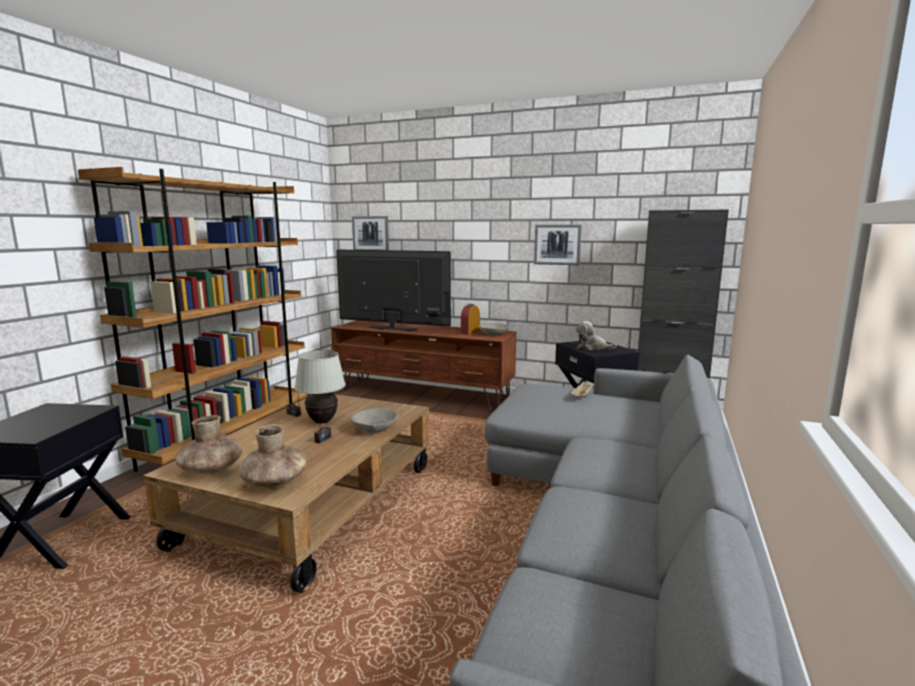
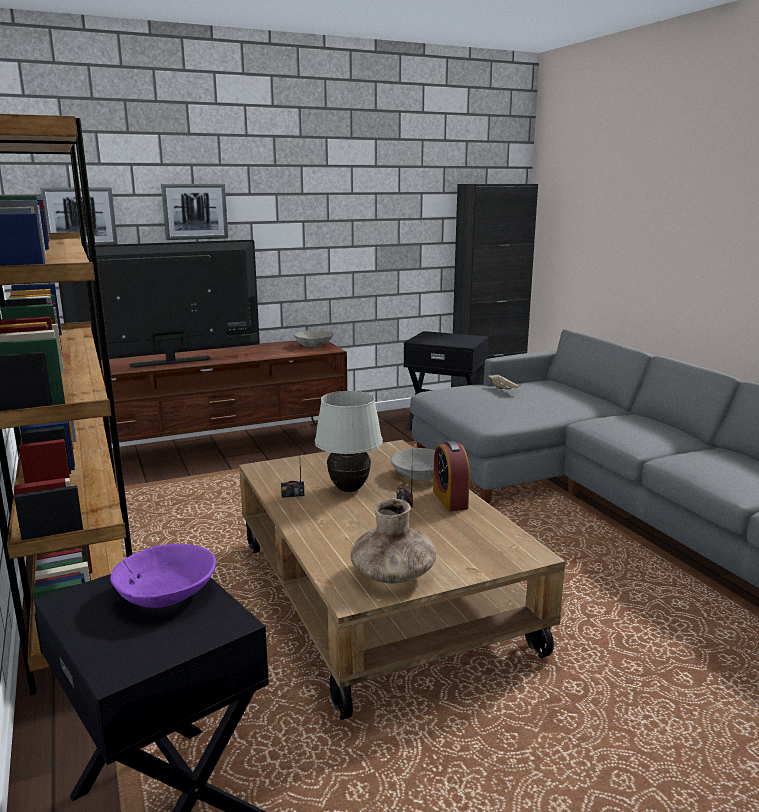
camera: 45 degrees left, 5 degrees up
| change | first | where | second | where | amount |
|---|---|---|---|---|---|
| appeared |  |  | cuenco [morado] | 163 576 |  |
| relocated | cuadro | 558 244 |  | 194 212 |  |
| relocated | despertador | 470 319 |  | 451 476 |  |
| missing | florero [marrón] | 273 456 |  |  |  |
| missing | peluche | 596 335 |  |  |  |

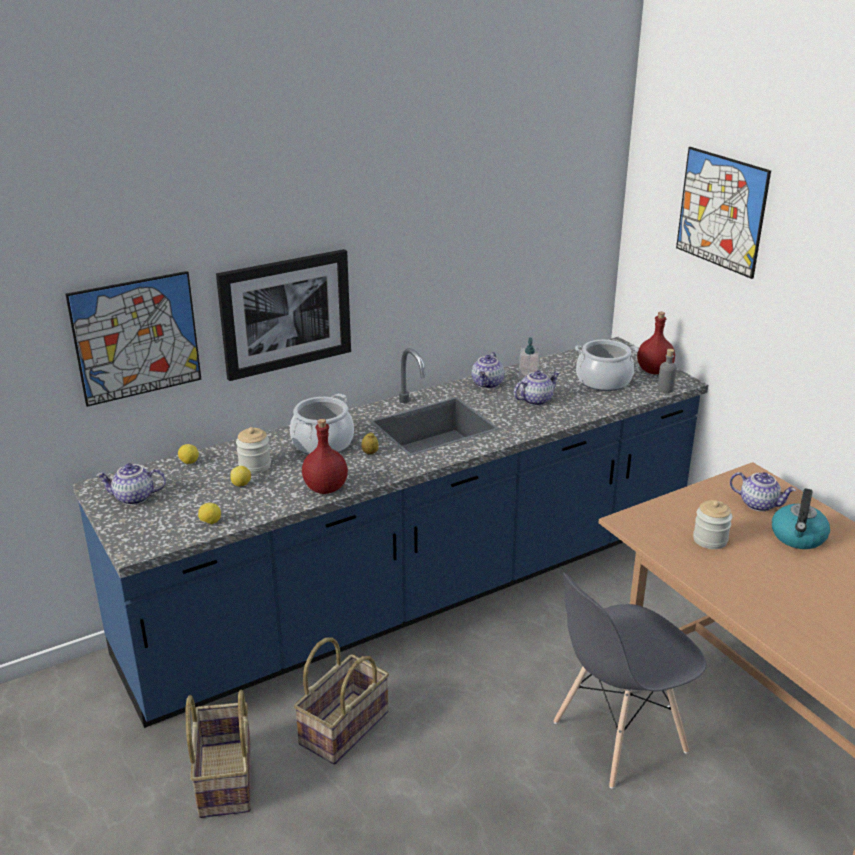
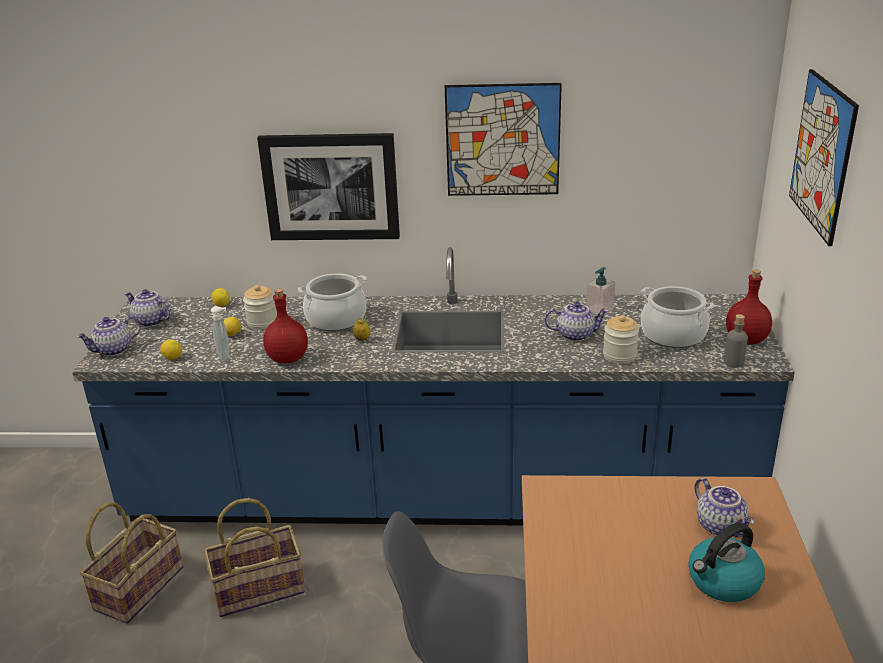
camera: 35 degrees right, 0 degrees up
| change | first | where | second | where | amount |
|---|---|---|---|---|---|
| relocated | tetera | 488 370 |  | 108 336 |  |
| appeared |  |  | dispensador de jabón | 220 333 |  |
| relocated | cuadro | 133 339 |  | 503 139 |  |
| relocated | tarro | 712 524 |  | 621 339 |  |

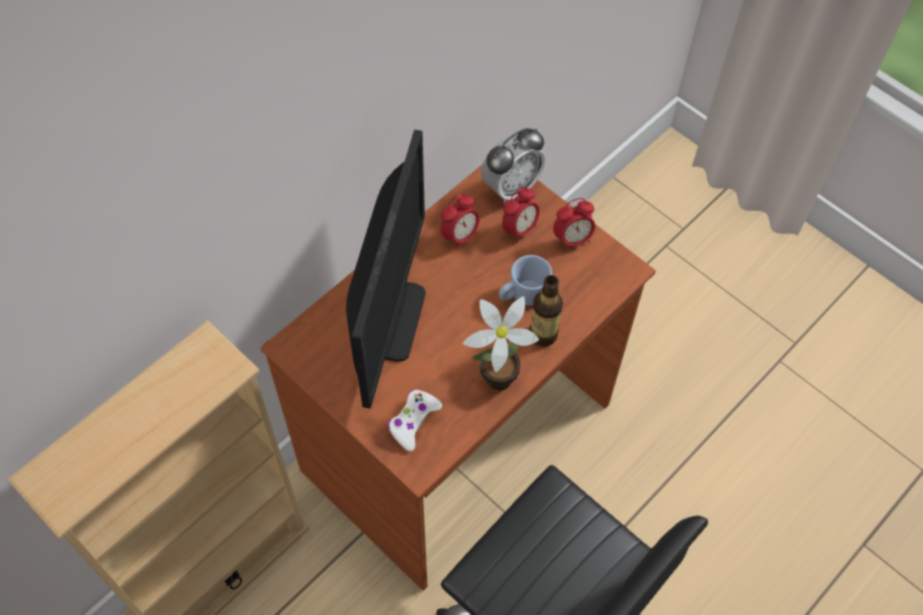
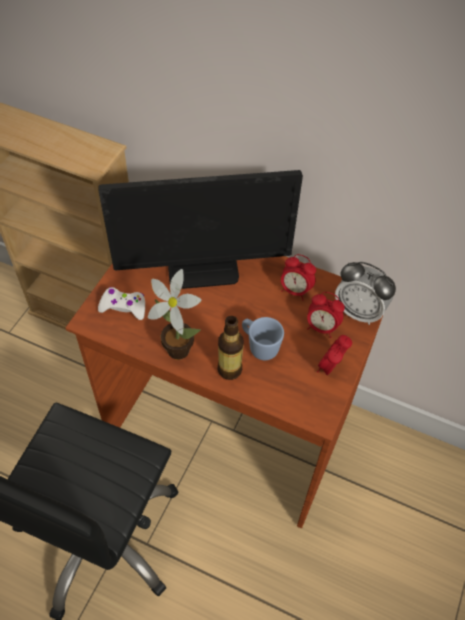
camera: 70 degrees right, 5 degrees down
| change | first | where | second | where | amount |
|---|---|---|---|---|---|
| spun | despertador | 574 224 |  | 334 355 | 75 degrees clockwise |

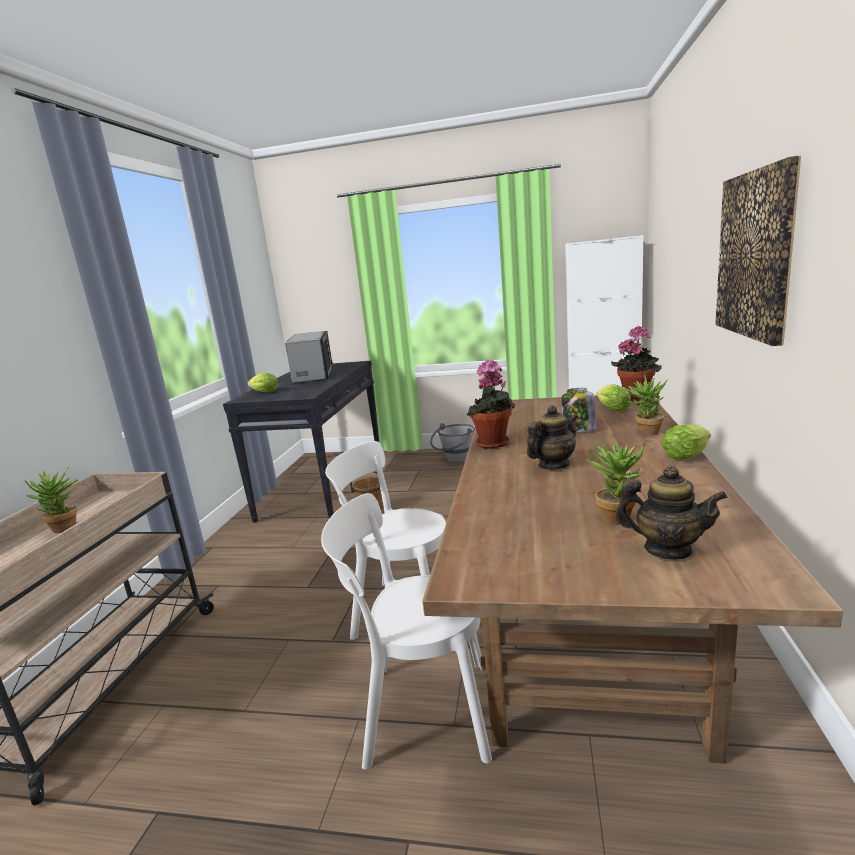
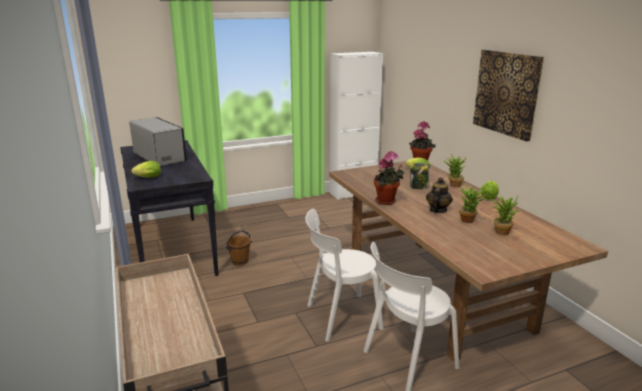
camera: 35 degrees left, 5 degrees up
| change | first | where | second | where | amount |
|---|---|---|---|---|---|
| relocated | planta en maceta | 51 500 |  | 474 203 |  |
| missing | cubo [gris] | 452 443 |  |  |  |
| missing | tetera | 671 512 |  |  |  |

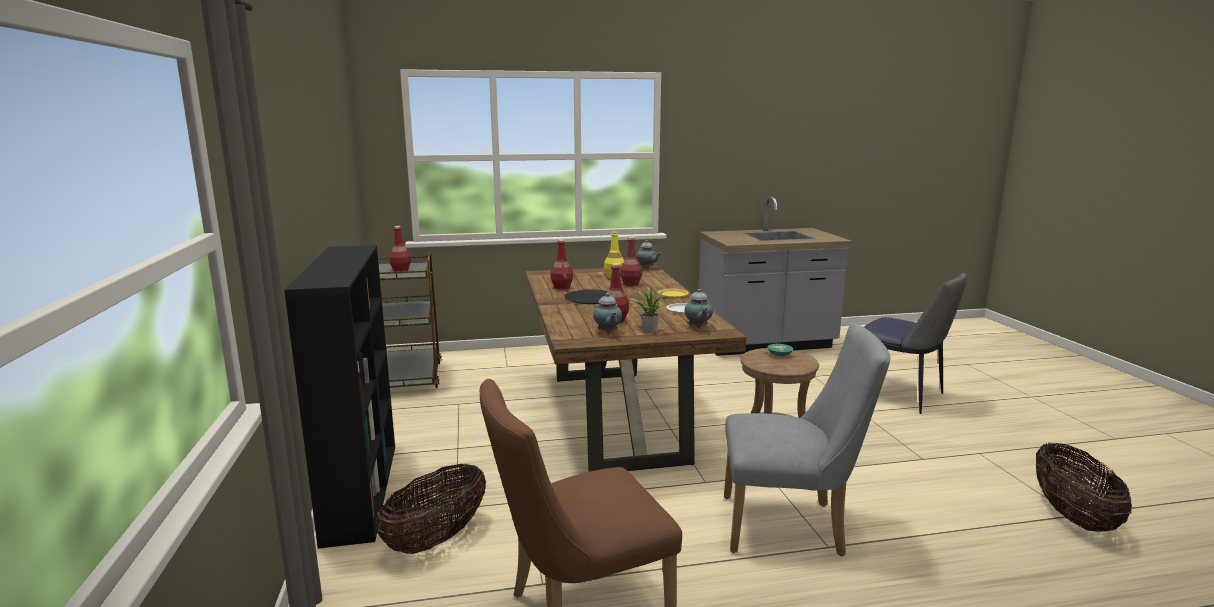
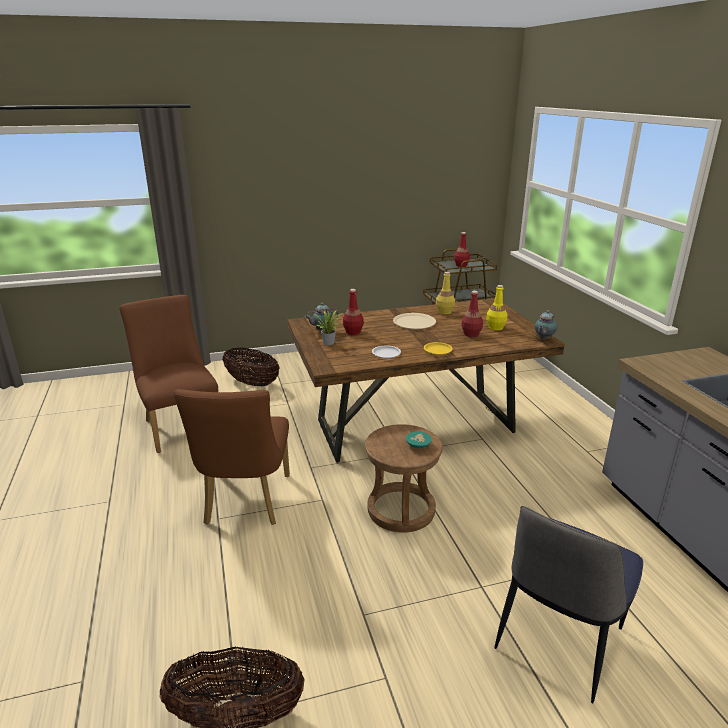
camera: 85 degrees right, 10 degrees up
| change | first | where | second | where | amount |
|---|---|---|---|---|---|
| colour | silla [gris] | 807 440 | silla [marrón] | 232 457 |  |
| colour | plato [negro] | 586 296 | plato [beis] | 414 321 |  |
| colour | botella [rojo] | 561 264 | botella [amarillo] | 445 293 |  |
| missing | estantería [negro] | 339 396 |  |  |  |
| missing | tetera | 699 308 |  |  |  |

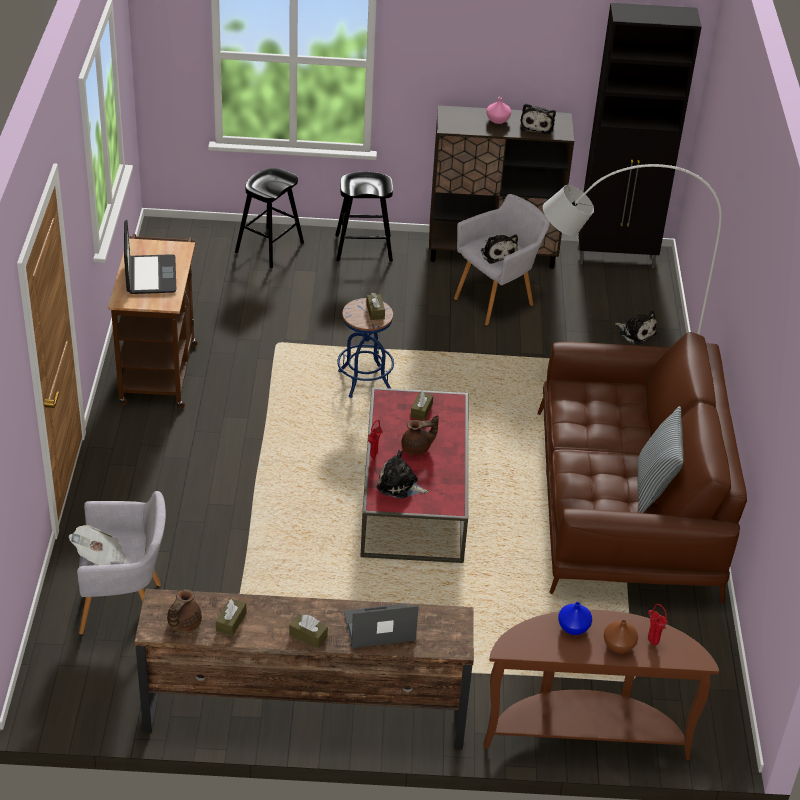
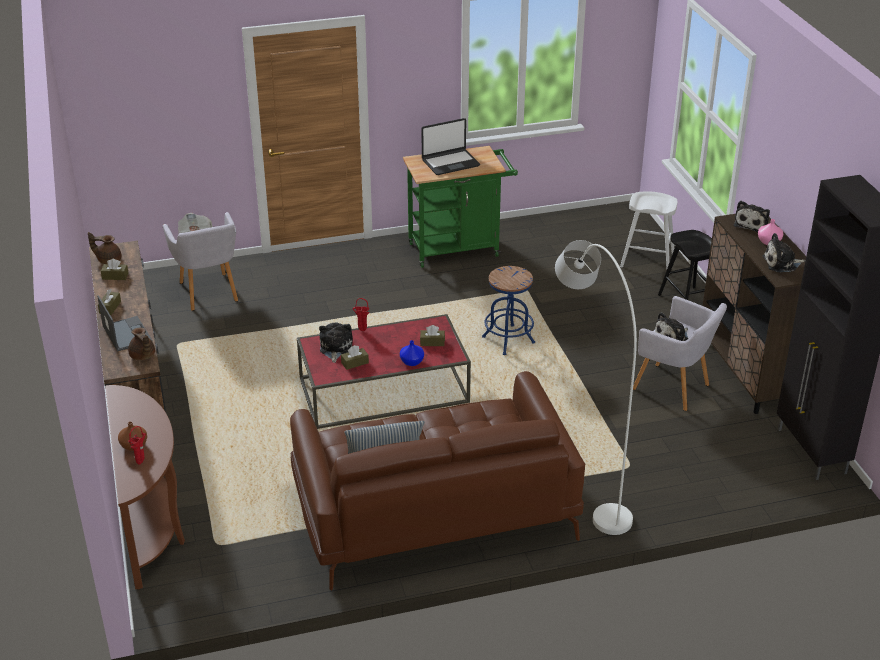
camera: 75 degrees right, 5 degrees down
| change | first | where | second | where | amount |
|---|---|---|---|---|---|
| relocated | tetera [marrón] | 420 435 |  | 141 344 |  |
| relocated | caja de pañuelos [marrón] | 375 306 |  | 355 357 |  |
| relocated | florero [azul] | 575 618 |  | 412 353 |  |
| colour | carrito [marrón] | 153 321 | carrito [verde] | 460 207 |  |
| colour | taburete [negro] | 269 218 | taburete [blanco] | 649 229 |  |
| relocated | peluche | 636 327 |  | 752 216 |  |

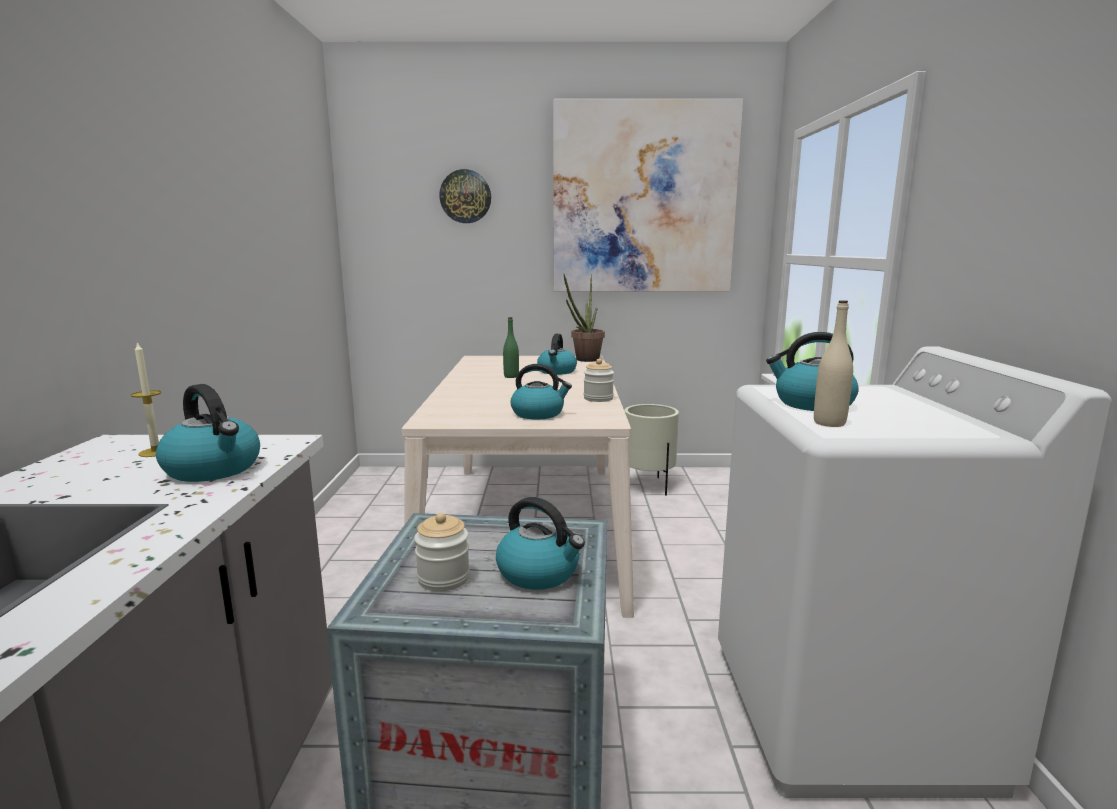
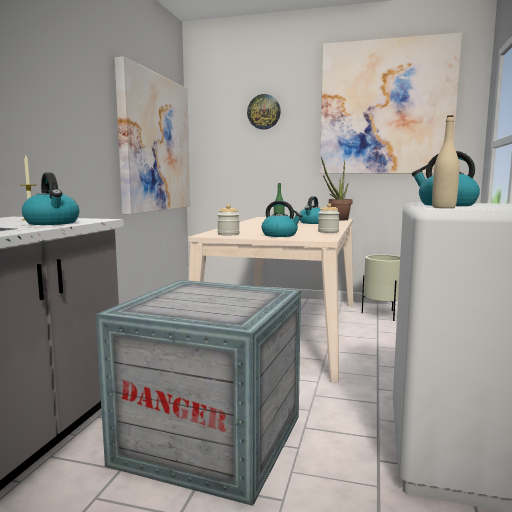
camera: 15 degrees right, 5 degrees down
| change | first | where | second | where | amount |
|---|---|---|---|---|---|
| appeared |  |  | cuadro | 152 135 |  |
| relocated | tarro | 442 552 |  | 228 220 |  |
| missing | hervidor | 540 543 |  |  |  |

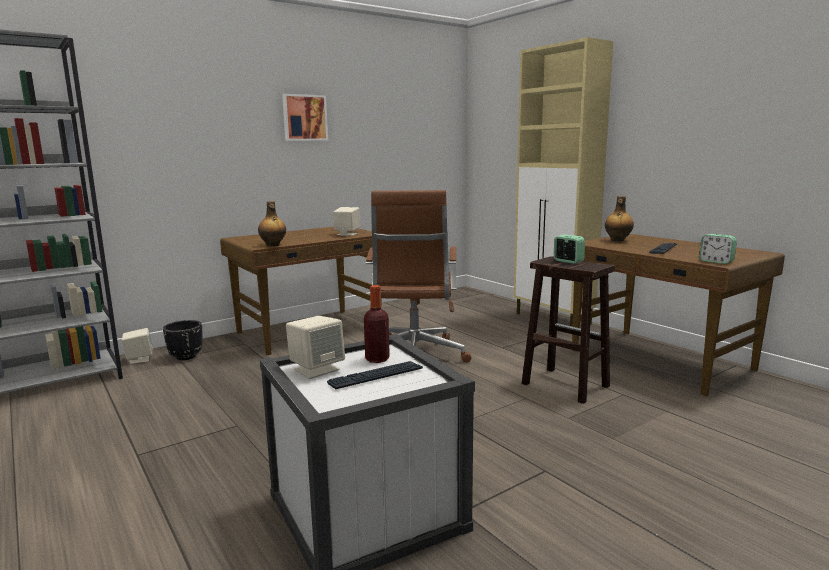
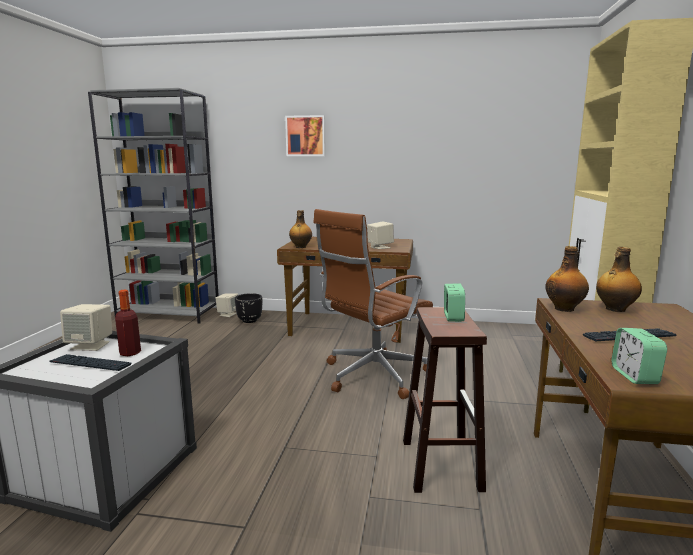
camera: 45 degrees right, 0 degrees up
| change | first | where | second | where | amount |
|---|---|---|---|---|---|
| relocated | cuadro | 305 117 |  | 305 135 |  |
| appeared |  |  | botella | 567 279 |  |

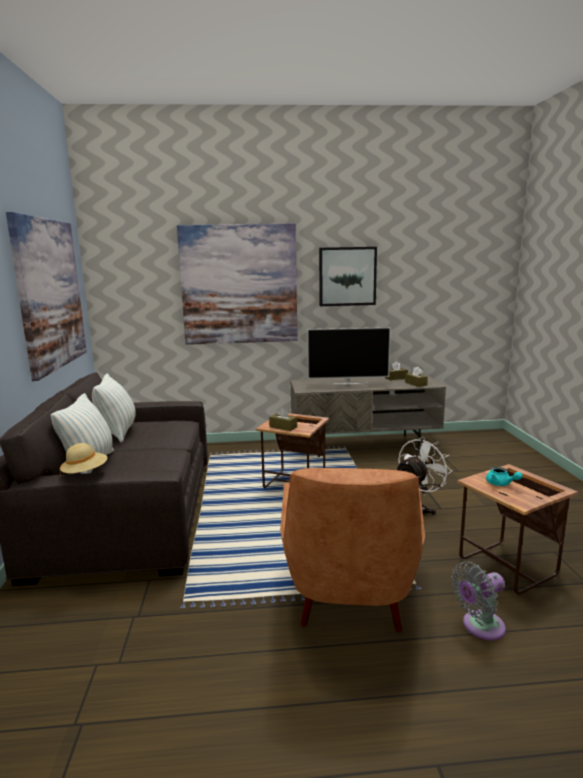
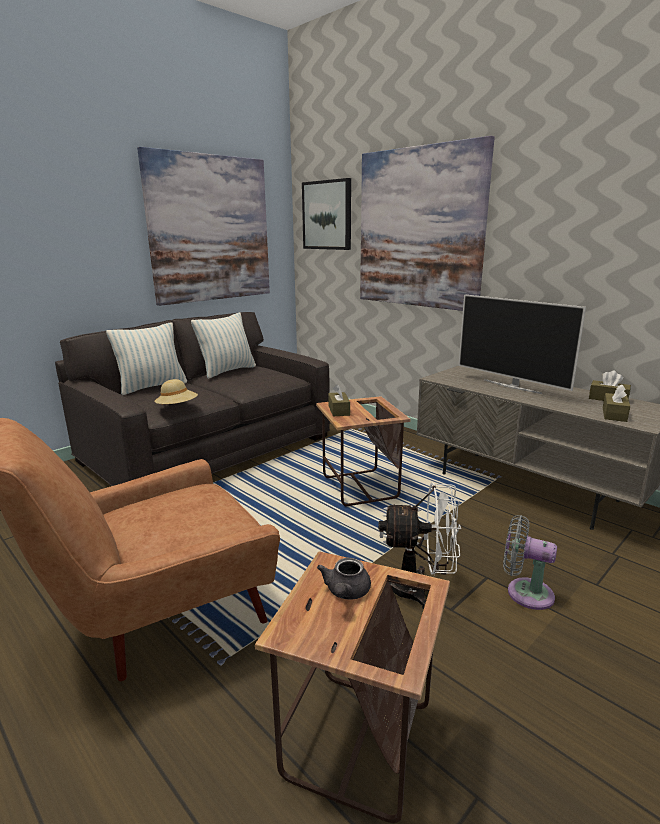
camera: 50 degrees right, 5 degrees up
| change | first | where | second | where | amount |
|---|---|---|---|---|---|
| relocated | sombrero [beis] | 83 459 |  | 176 392 |  |
| relocated | cuadro | 348 276 |  | 326 214 |  |
| colour | tetera [turquesa] | 504 476 | tetera [gris] | 344 579 |  |
| relocated | ventilador [gris] | 479 600 |  | 530 562 |  |

